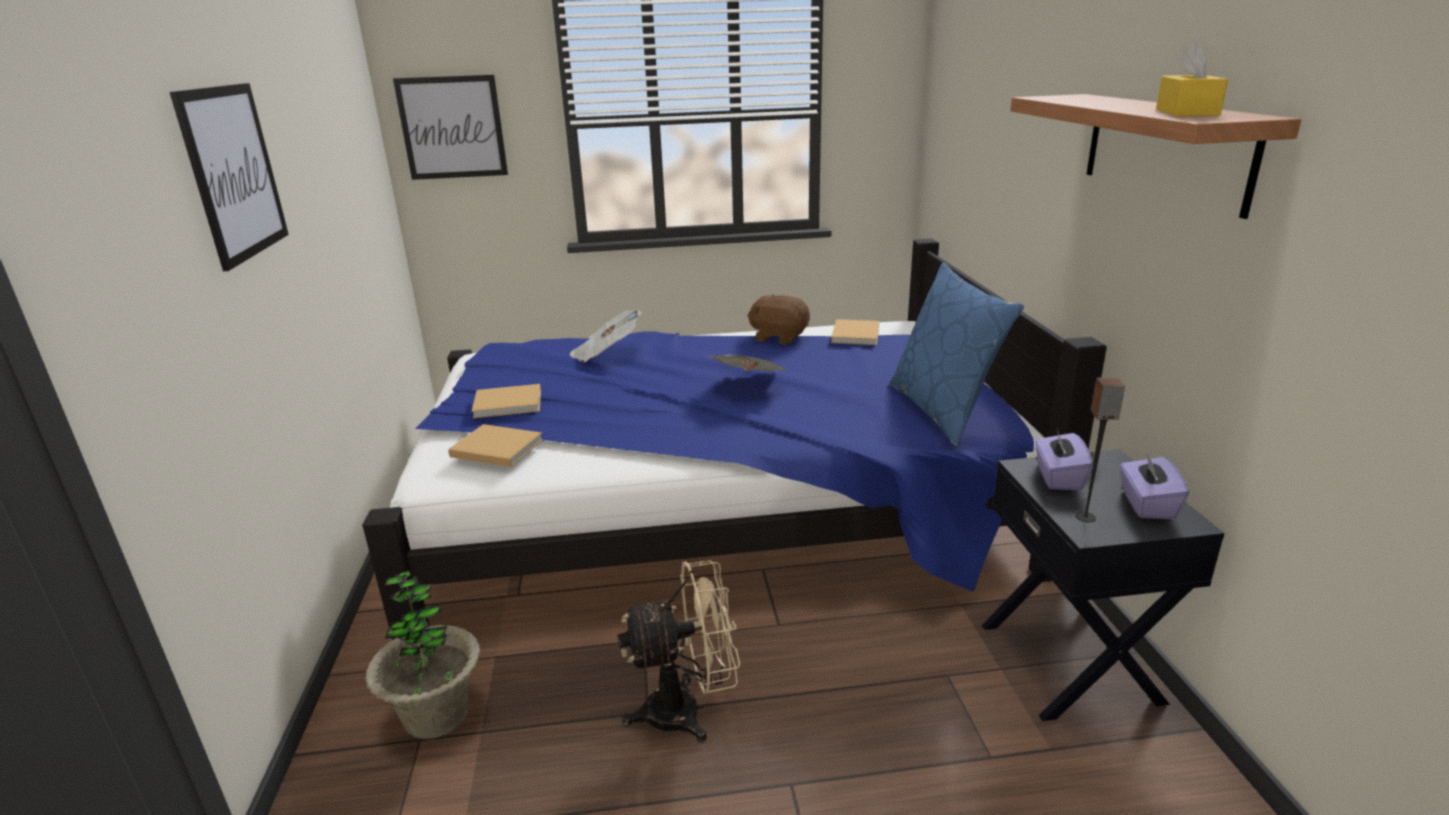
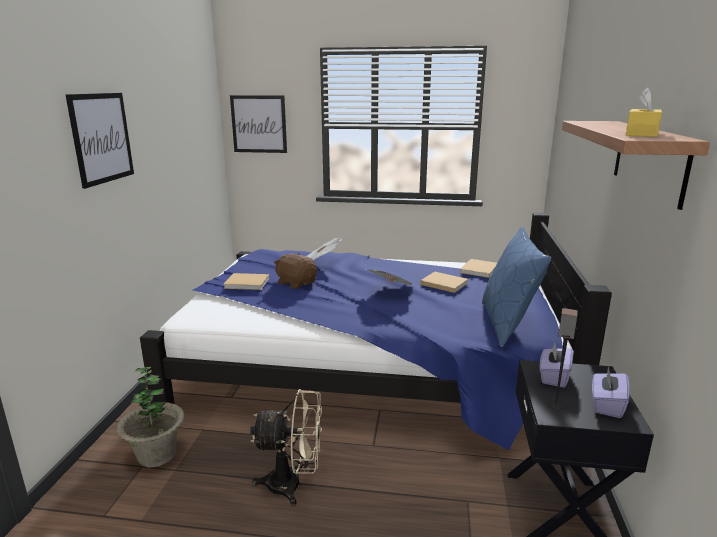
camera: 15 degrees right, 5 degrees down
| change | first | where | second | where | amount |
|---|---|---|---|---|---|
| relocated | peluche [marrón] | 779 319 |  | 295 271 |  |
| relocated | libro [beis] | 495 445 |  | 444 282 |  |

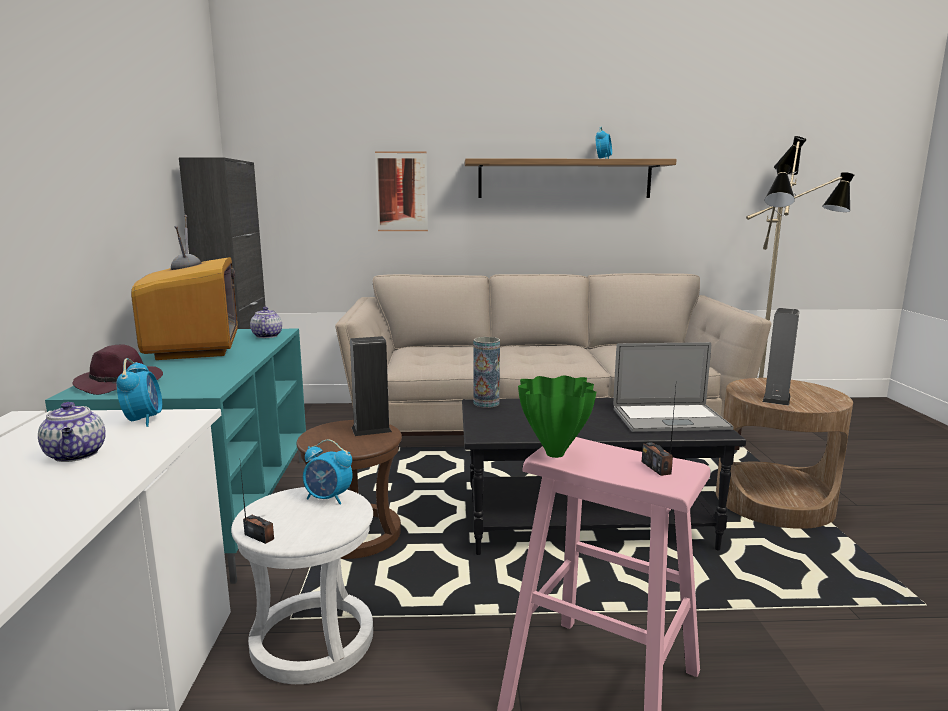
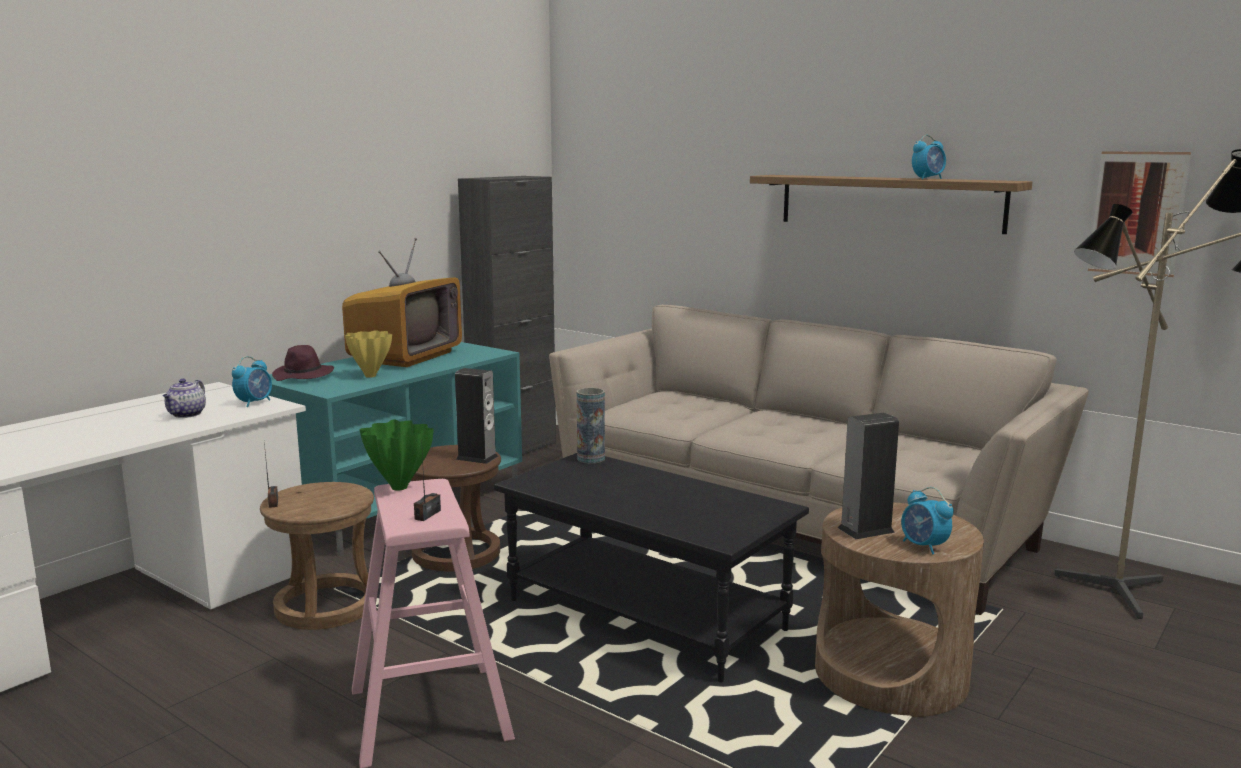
camera: 40 degrees right, 0 degrees up
| change | first | where | second | where | amount |
|---|---|---|---|---|---|
| colour | taburete [blanco] | 302 585 | taburete [marrón] | 317 556 |  |
| appeared |  |  | florero [amarillo] | 368 354 |  |
| relocated | despertador | 328 471 |  | 927 521 |  |
| relocated | cuadro | 401 191 |  | 1139 214 |  |
| missing | tetera | 266 322 |  |  |  |
| missing | portátil | 673 387 |  |  |  |

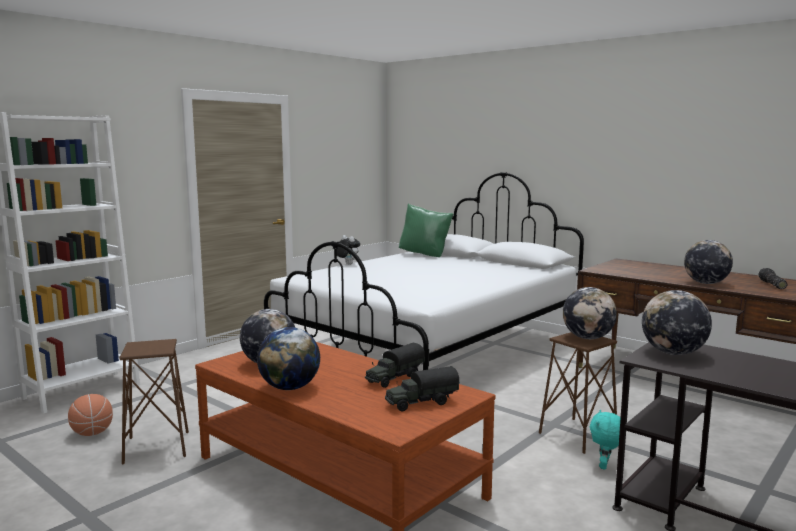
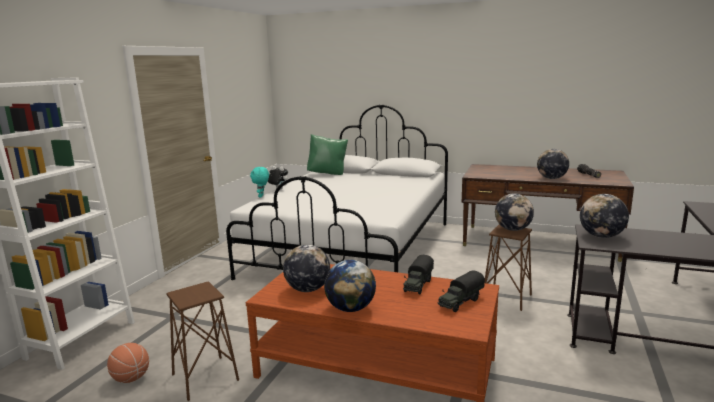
camera: 20 degrees left, 5 degrees up
| change | first | where | second | where | amount |
|---|---|---|---|---|---|
| relocated | peluche [turquesa] | 605 440 |  | 259 182 |  |

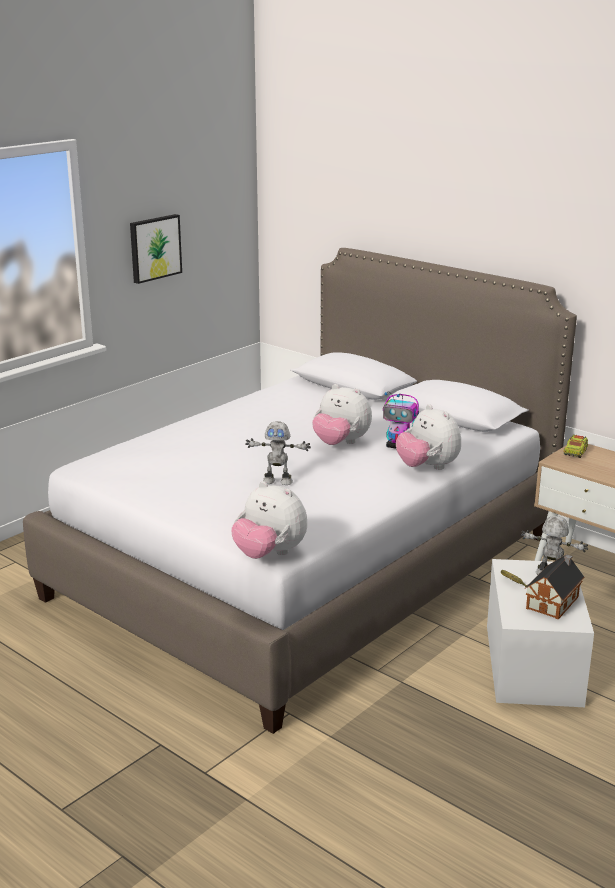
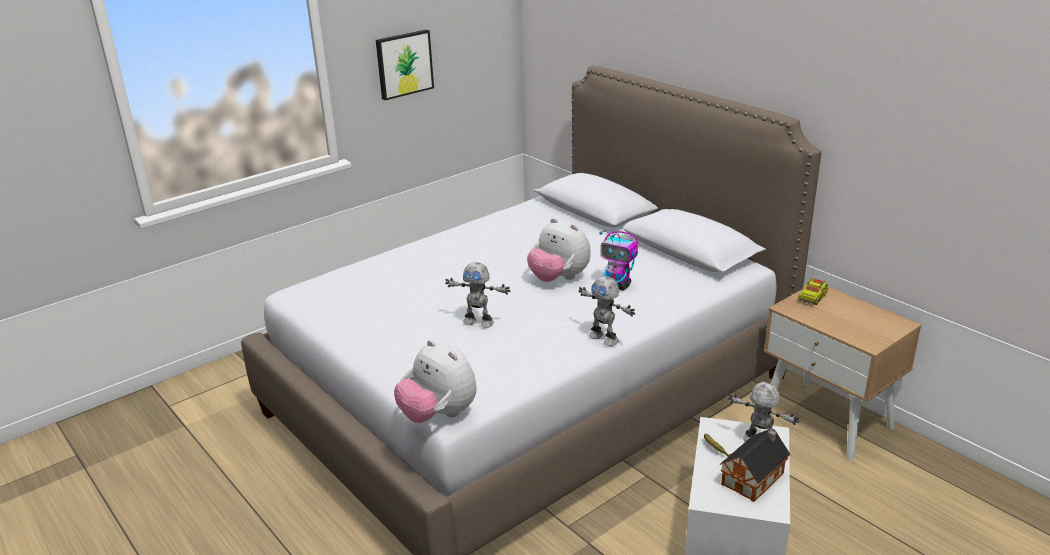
camera: 10 degrees right, 5 degrees up
| change | first | where | second | where | amount |
|---|---|---|---|---|---|
| appeared |  |  | robot de juguete | 606 311 |  |
| missing | peluche | 428 437 |  |  |  |

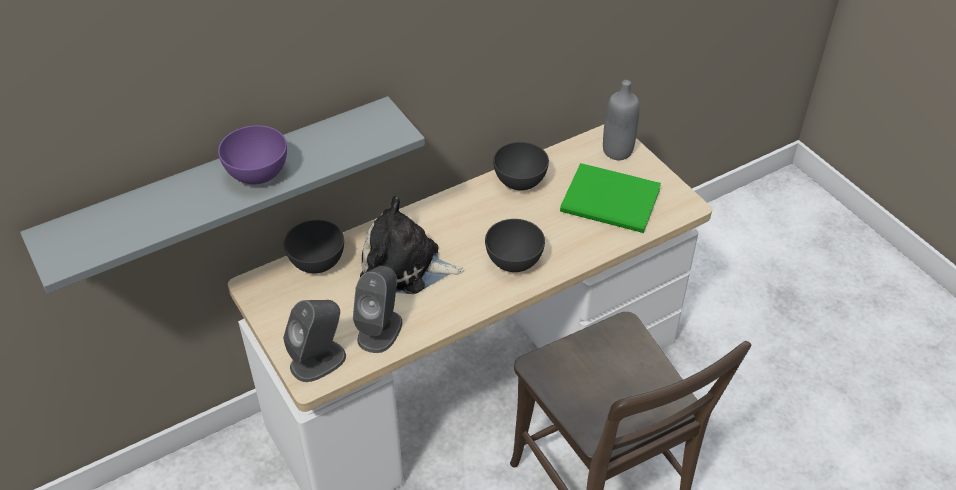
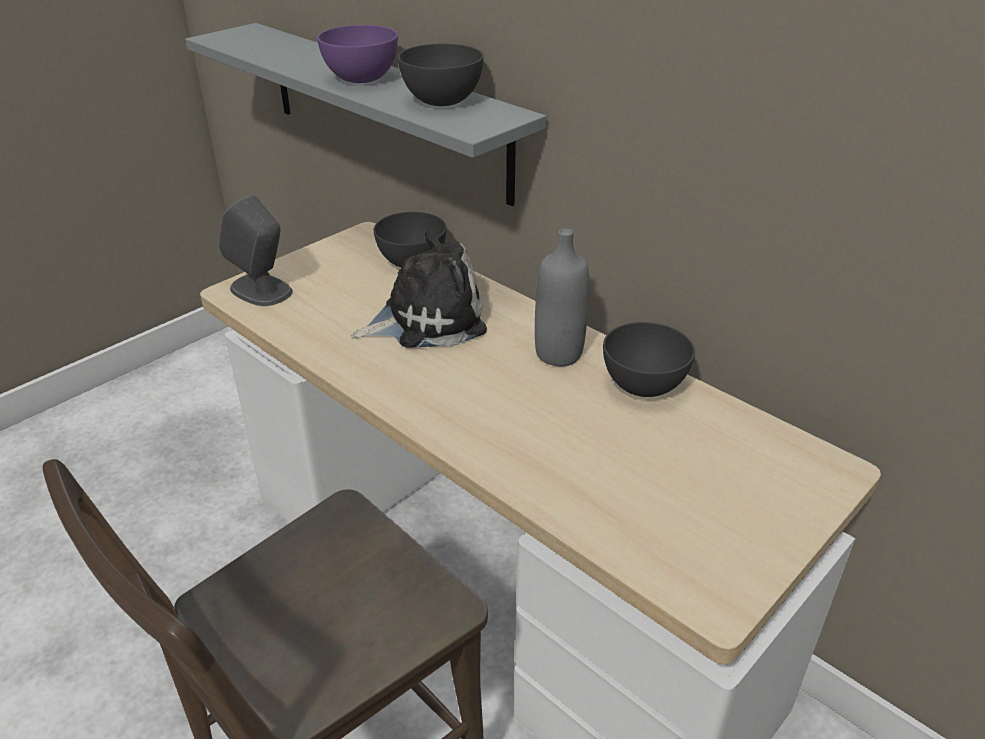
camera: 75 degrees right, 10 degrees down
| change | first | where | second | where | amount |
|---|---|---|---|---|---|
| spun | peluche | 412 245 |  | 419 288 | 75 degrees clockwise |
| relocated | cuenco [gris] | 515 245 |  | 441 74 |  |
| relocated | botella [gris] | 621 120 |  | 562 297 |  |
| missing | altavoz [gris] | 377 309 |  |  |  |
| missing | libro [verde] | 610 198 |  |  |  |

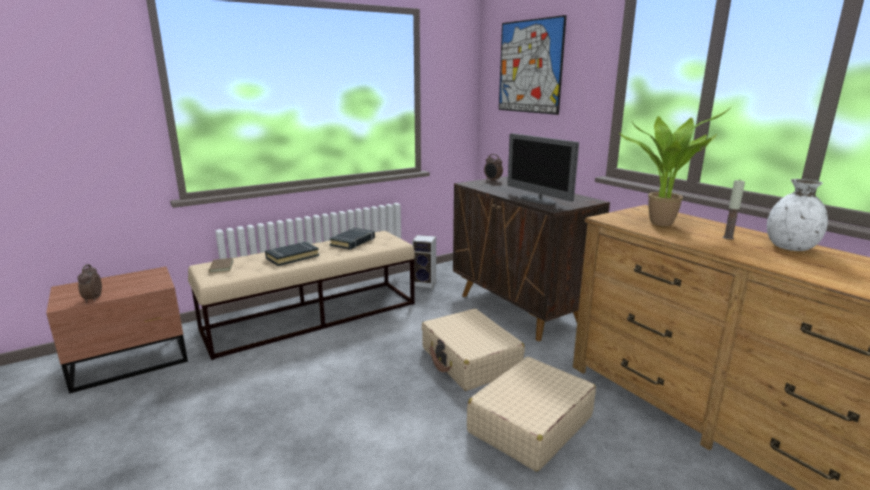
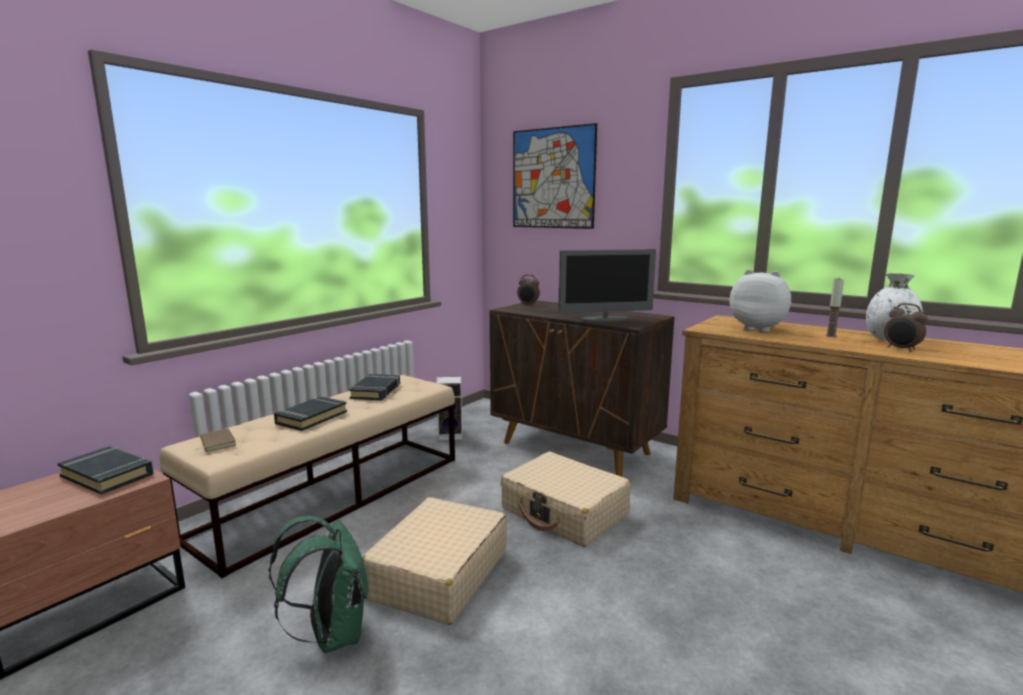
camera: 20 degrees left, 5 degrees down
| change | first | where | second | where | amount |
|---|---|---|---|---|---|
| appeared |  |  | libro [negro] | 105 470 |  |
| appeared |  |  | mochila [verde] | 318 584 |  |
| relocated | maleta [beis] | 531 414 |  | 434 561 |  |
| spun | monitor | 543 169 |  | 607 285 | 45 degrees counterclockwise |
| exchanged | planta en maceta | 676 165 | peluche | 760 300 |  |
| relocated | despertador | 89 283 |  | 906 327 |  |

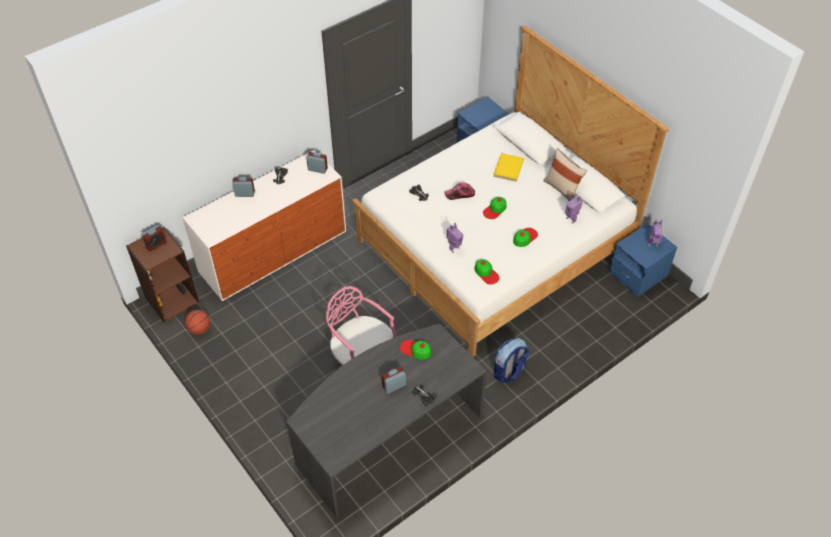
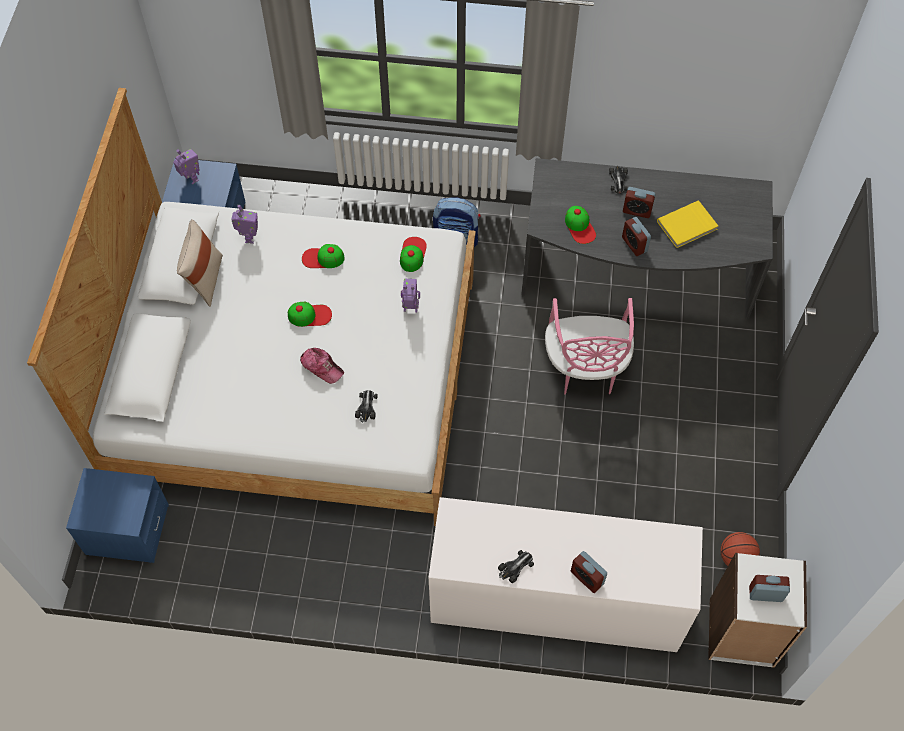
camera: 135 degrees left, 10 degrees up
| change | first | where | second | where | amount |
|---|---|---|---|---|---|
| relocated | despertador | 317 163 |  | 636 236 |  |
| relocated | libro [amarillo] | 508 167 |  | 687 224 |  |
| colour | estantería [marrón] | 162 274 | estantería [blanco] | 757 610 |  |

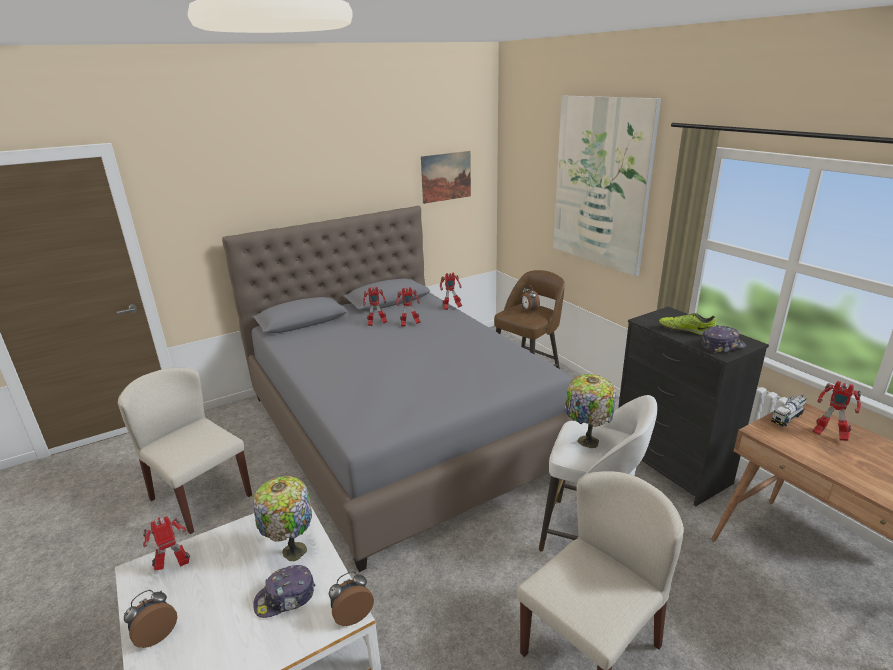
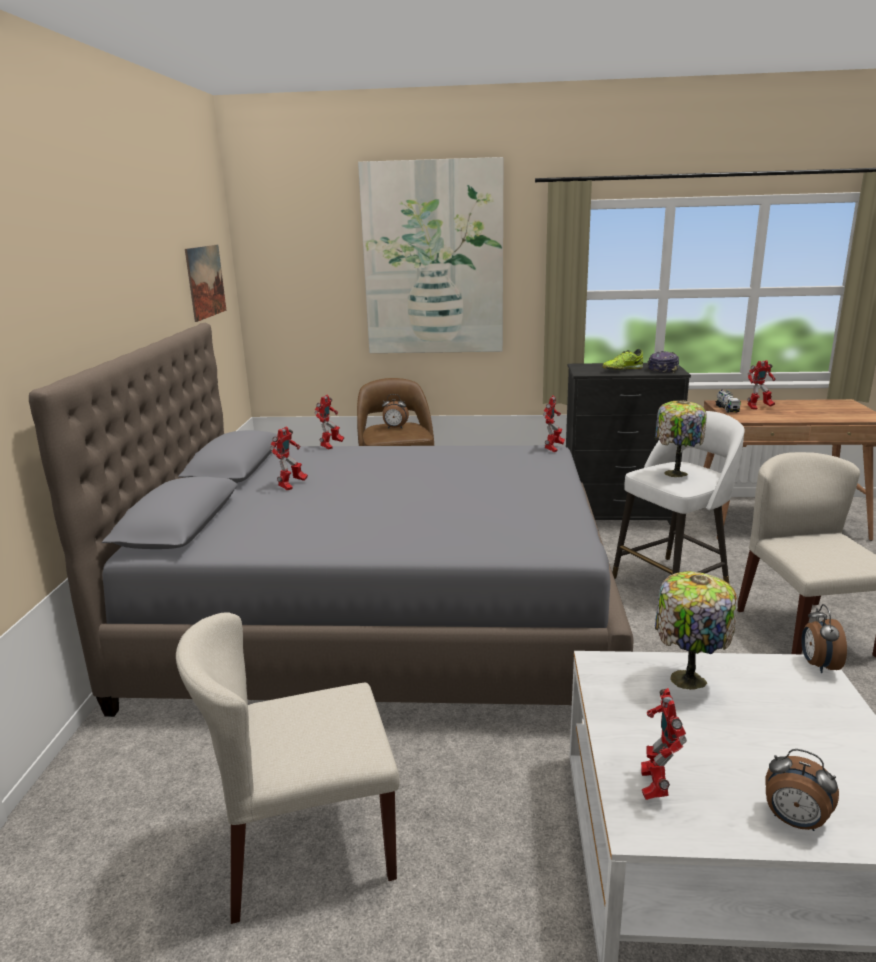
camera: 55 degrees left, 5 degrees down
| change | first | where | second | where | amount |
|---|---|---|---|---|---|
| relocated | robot de juguete | 408 307 |  | 554 423 |  |
| spun | despertador | 150 619 |  | 802 790 | 45 degrees counterclockwise |
| missing | gorra | 284 591 |  |  |  |

